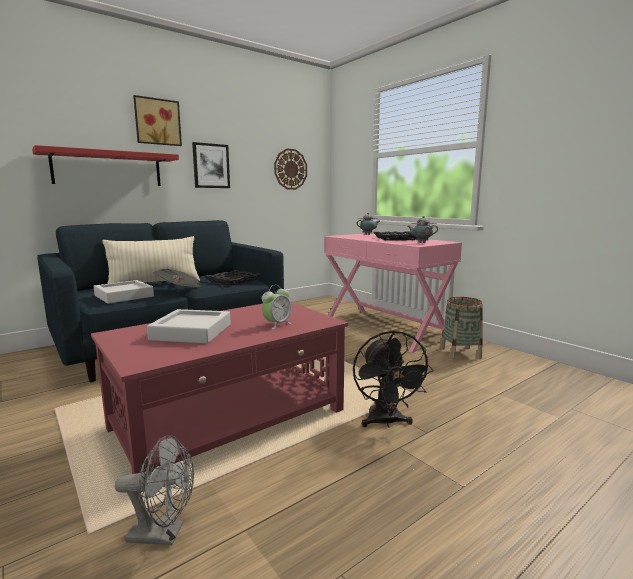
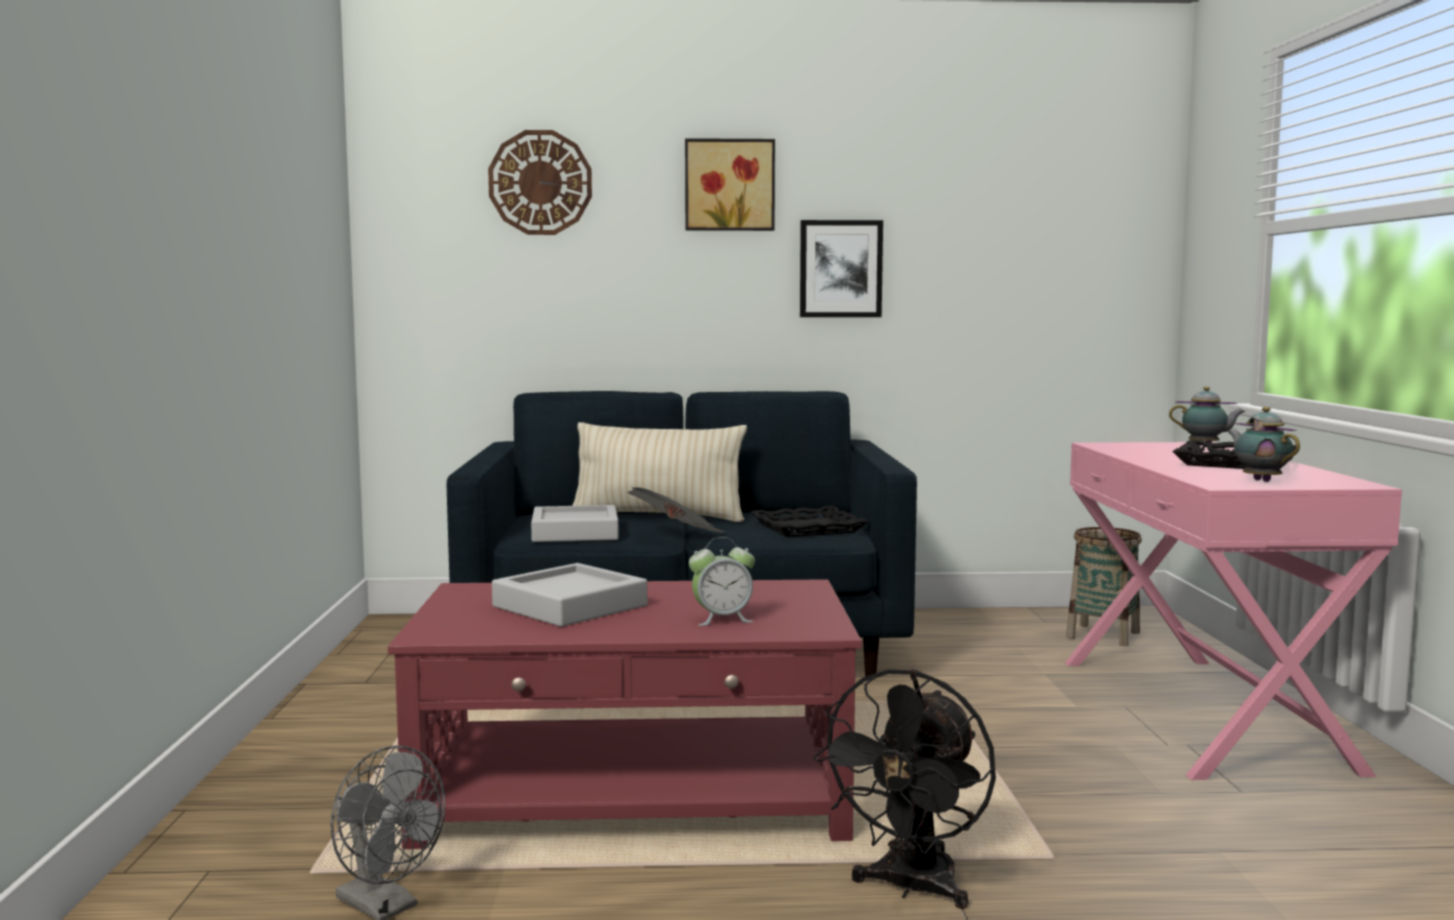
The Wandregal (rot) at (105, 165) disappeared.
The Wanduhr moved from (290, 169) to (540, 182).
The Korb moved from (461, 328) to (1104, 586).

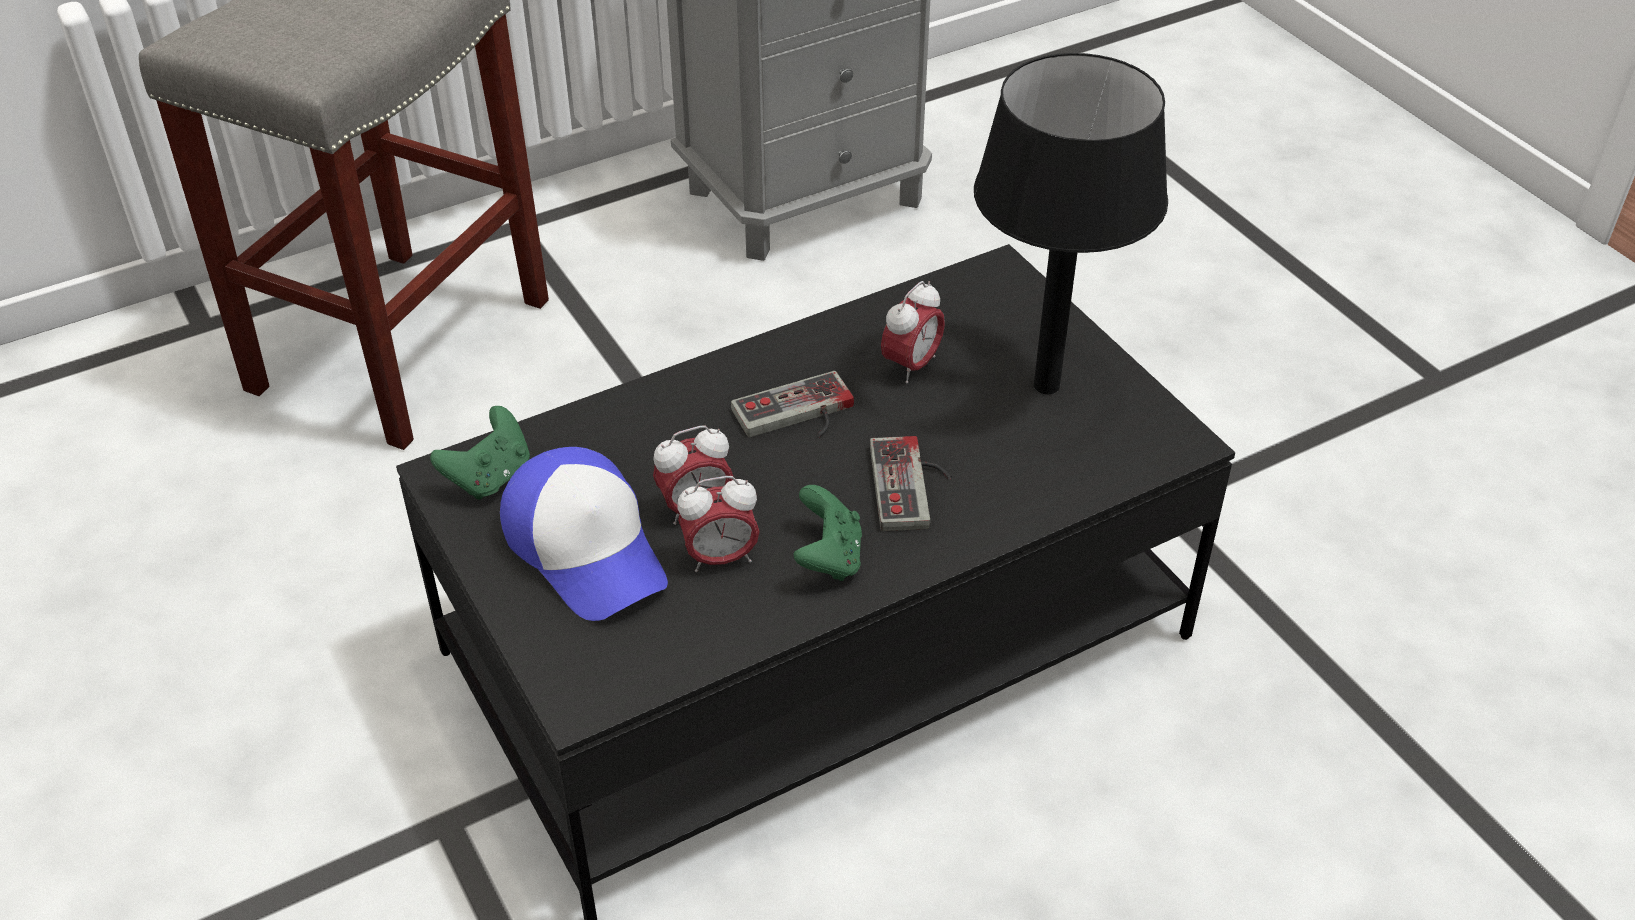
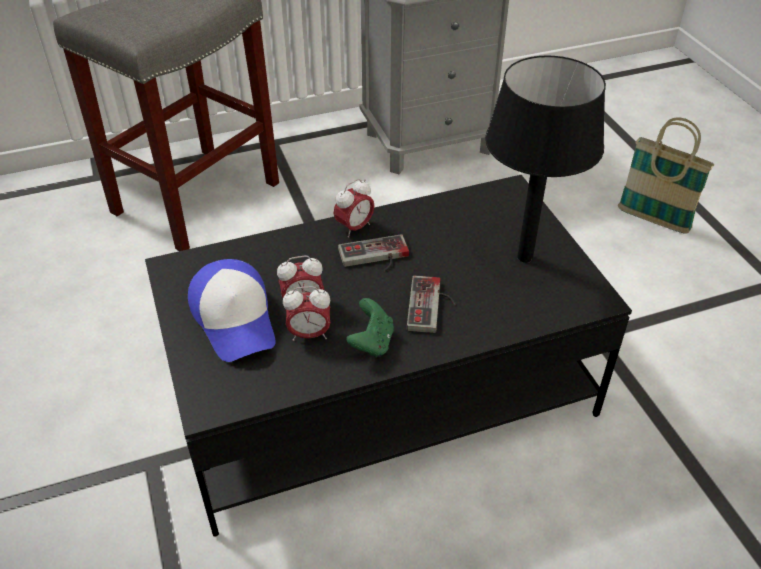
The Wecker moved from (913, 332) to (354, 208).
The Gamepad (grün) at (480, 453) disappeared.
The Korb at (666, 176) appeared.

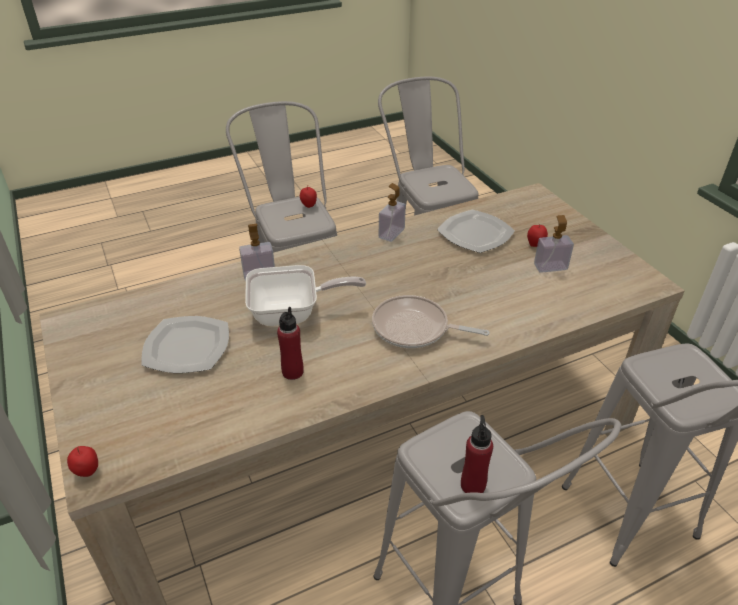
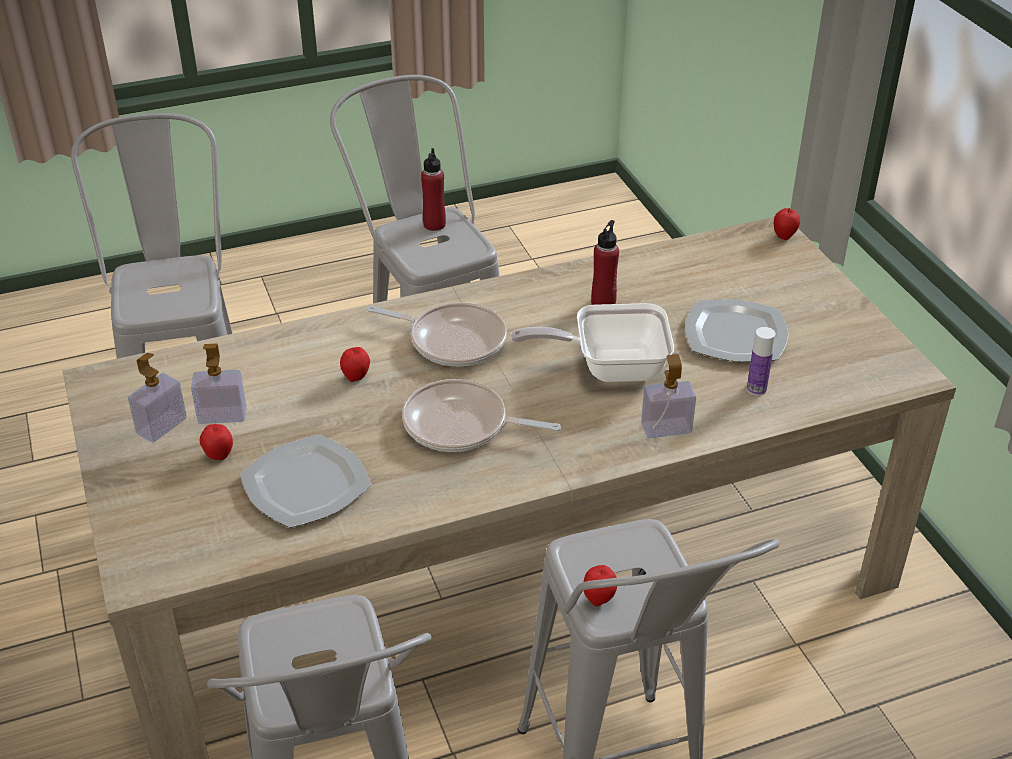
The Seifenspender moved from (392, 212) to (157, 397).
The Flasche at (761, 361) appeared.
The Apfel at (355, 364) appeared.
The Pfanne at (481, 415) appeared.

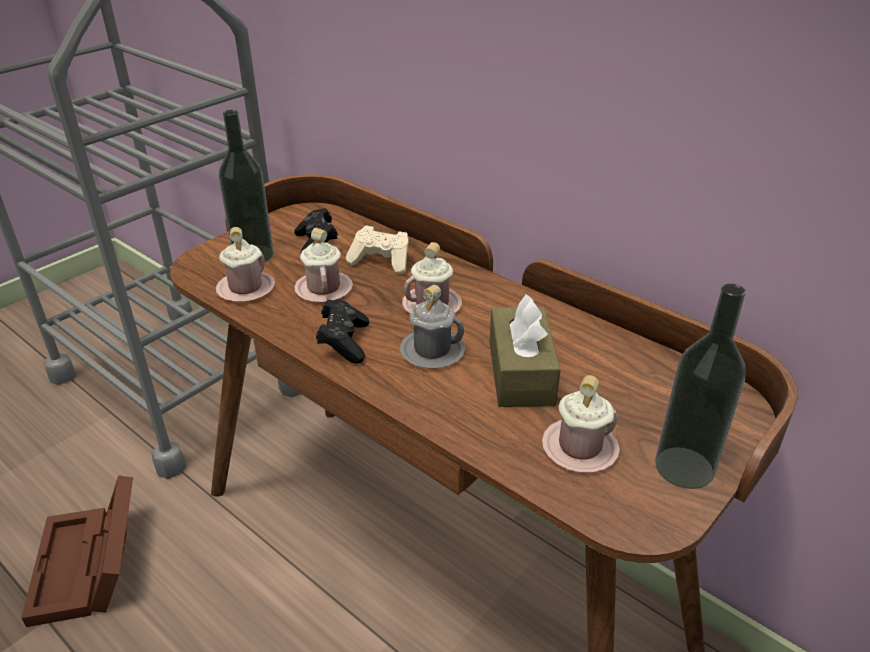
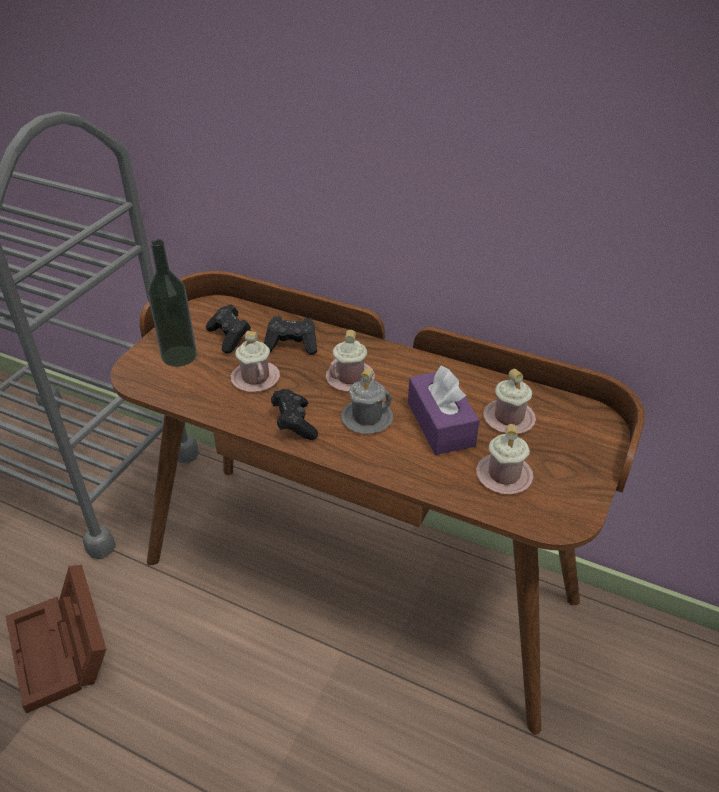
The Gamepad (beige) at (377, 249) became the Gamepad (schwarz) at (290, 335).
The Henkelbecher (rosa) moved from (245, 264) to (509, 401).
The Flasche at (700, 386) disappeared.
The Taschentuchbox (braun) at (525, 351) became the Taschentuchbox (lila) at (444, 410).

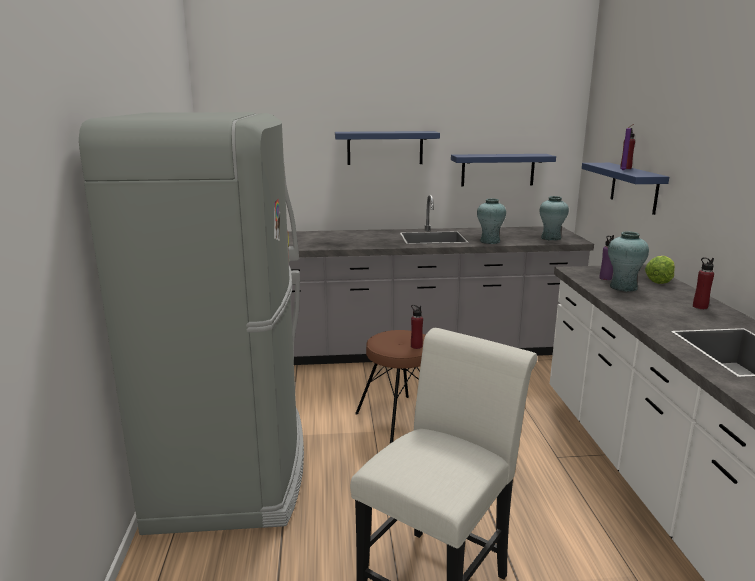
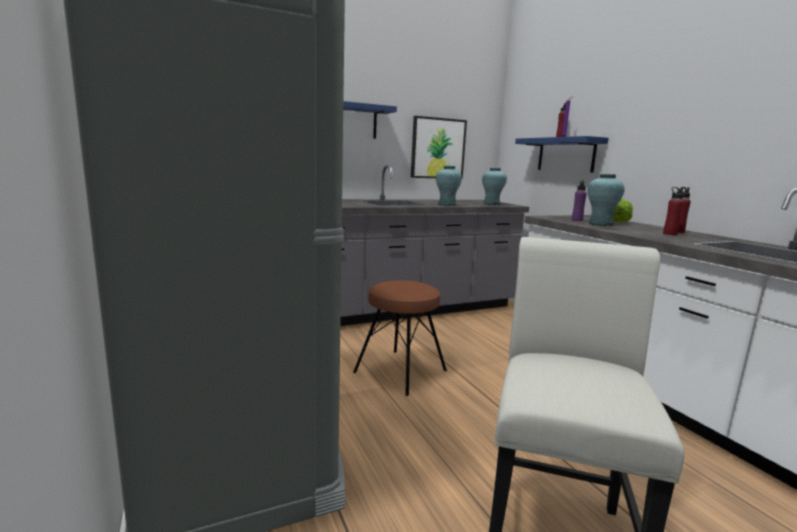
The Wandregal (blau) at (503, 170) was replaced by the Bild at (439, 147).
The Flasche (rot) moved from (417, 327) to (673, 211).

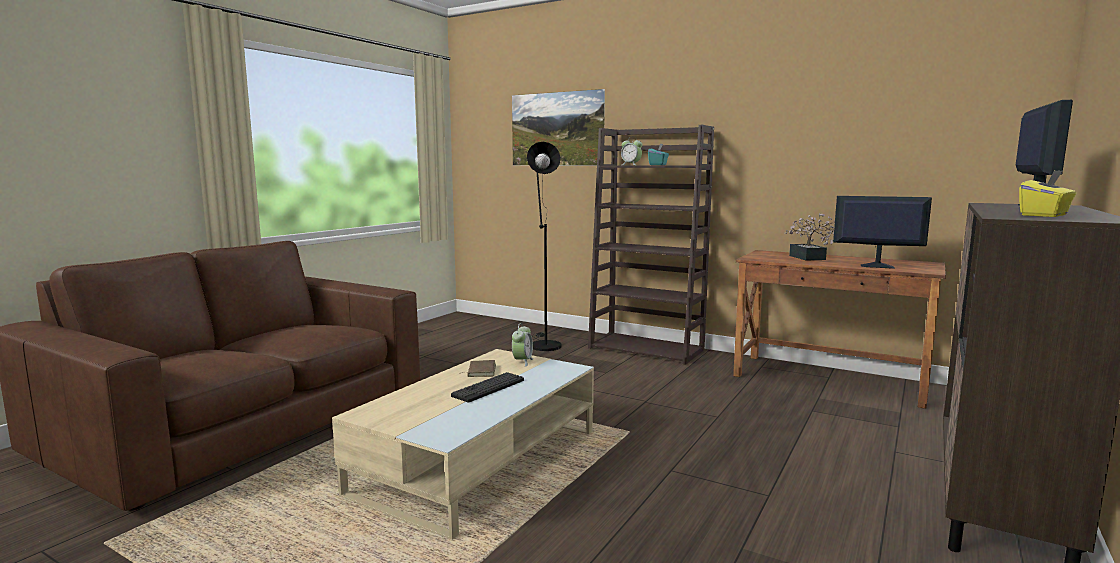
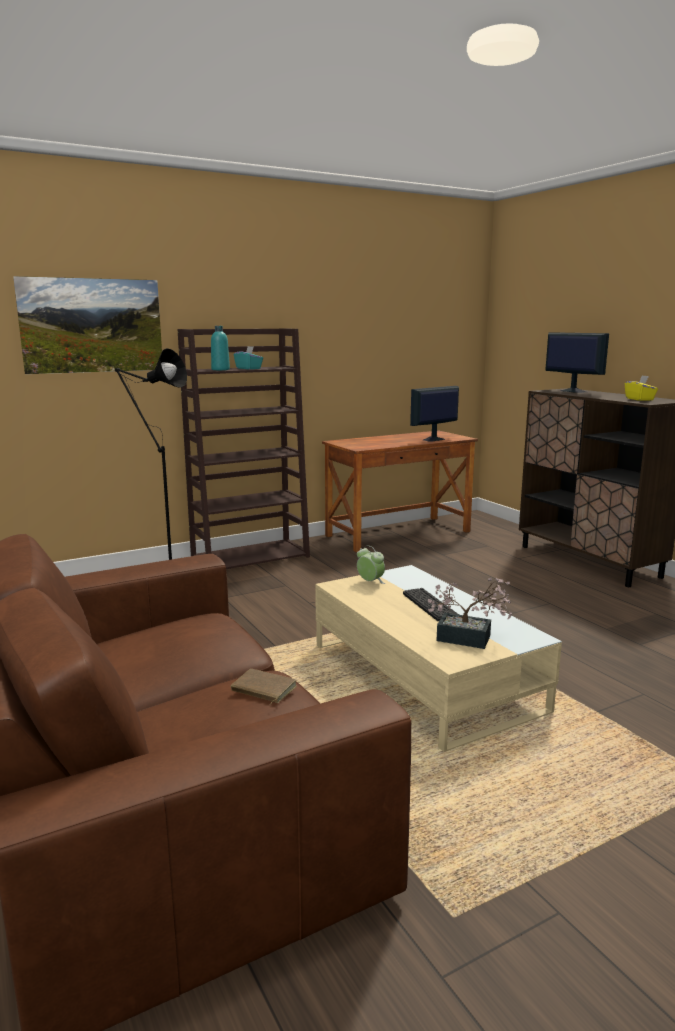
The Wecker at (632, 151) was replaced by the Flasche (türkis) at (220, 348).
The Topfpflanze moved from (809, 236) to (470, 613).
The Buch (braun) moved from (478, 368) to (264, 687).

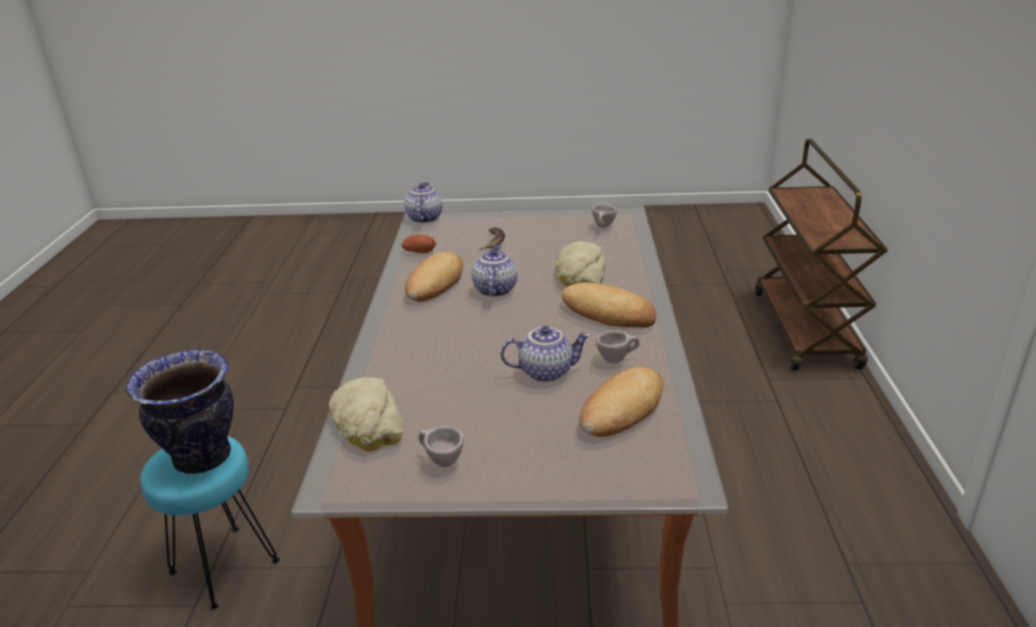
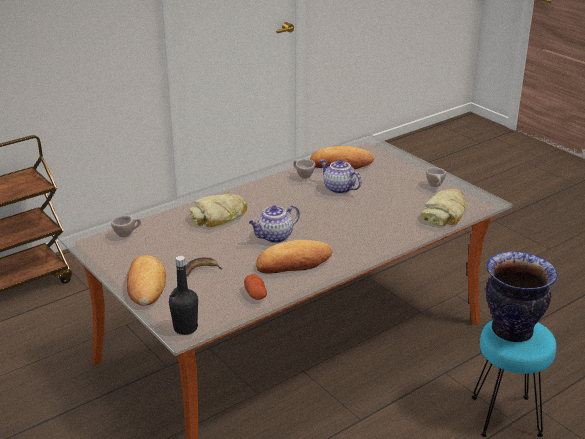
The Teekanne at (423, 202) was replaced by the Flasche (schwarz) at (183, 295).
The Brot moved from (609, 304) to (146, 280).

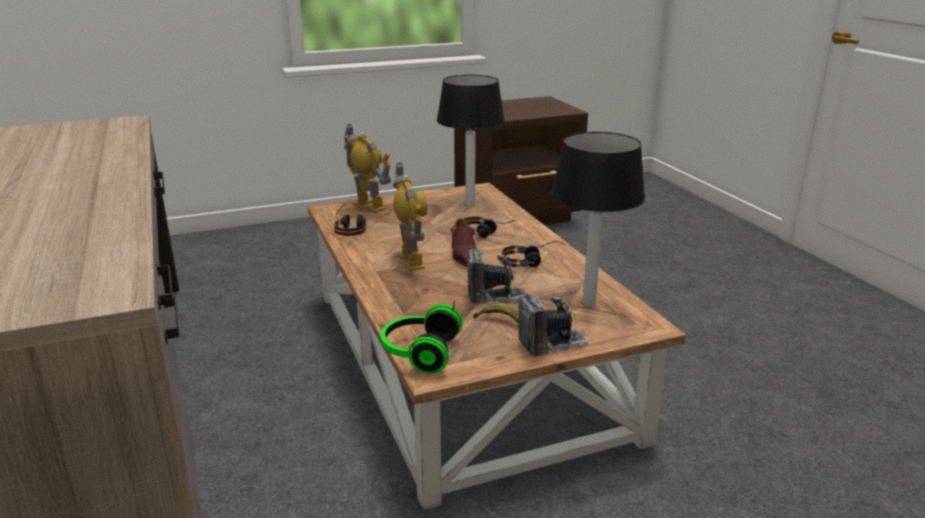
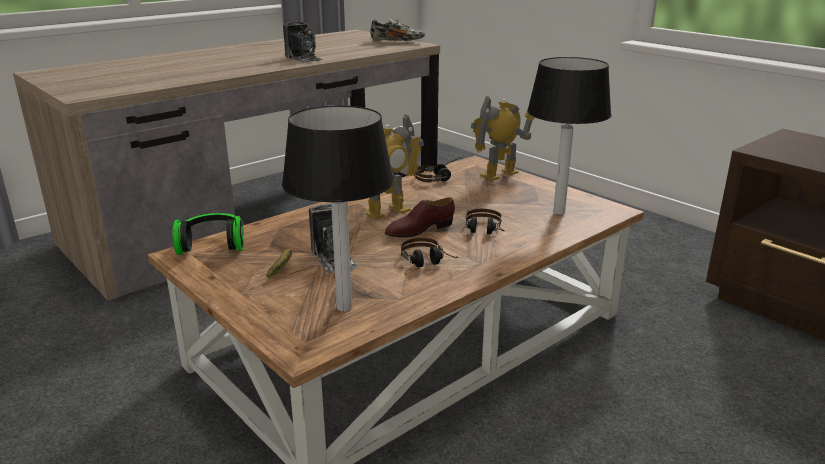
The Spielzeugroboter at (367, 168) turned 150 degrees counterclockwise.
The Kamera moved from (554, 325) to (302, 42).
The Schuh at (397, 30) appeared.

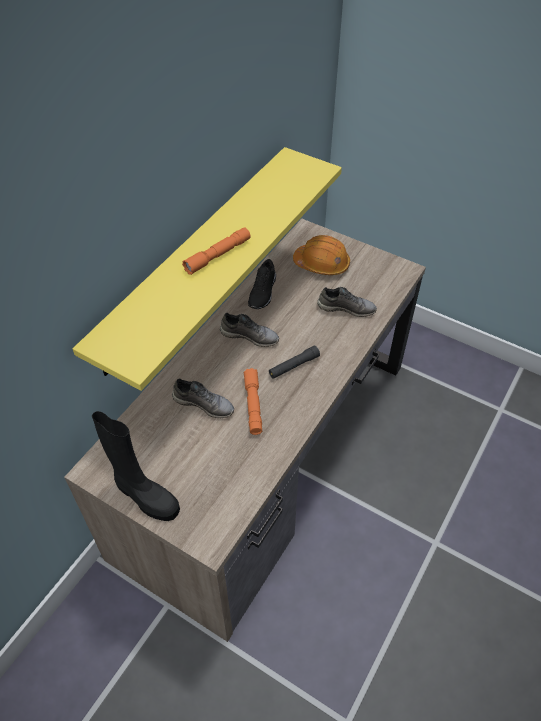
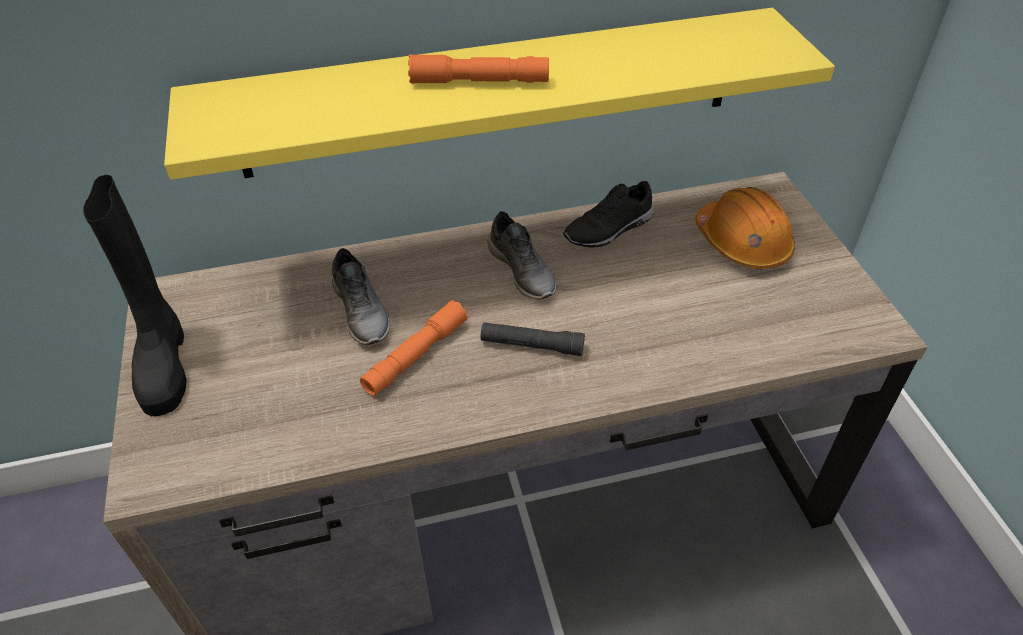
The Schuh (grau) at (347, 302) disappeared.

